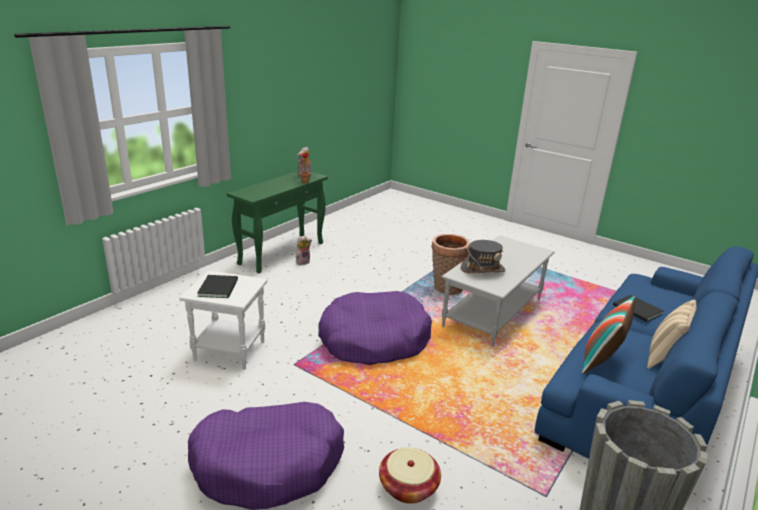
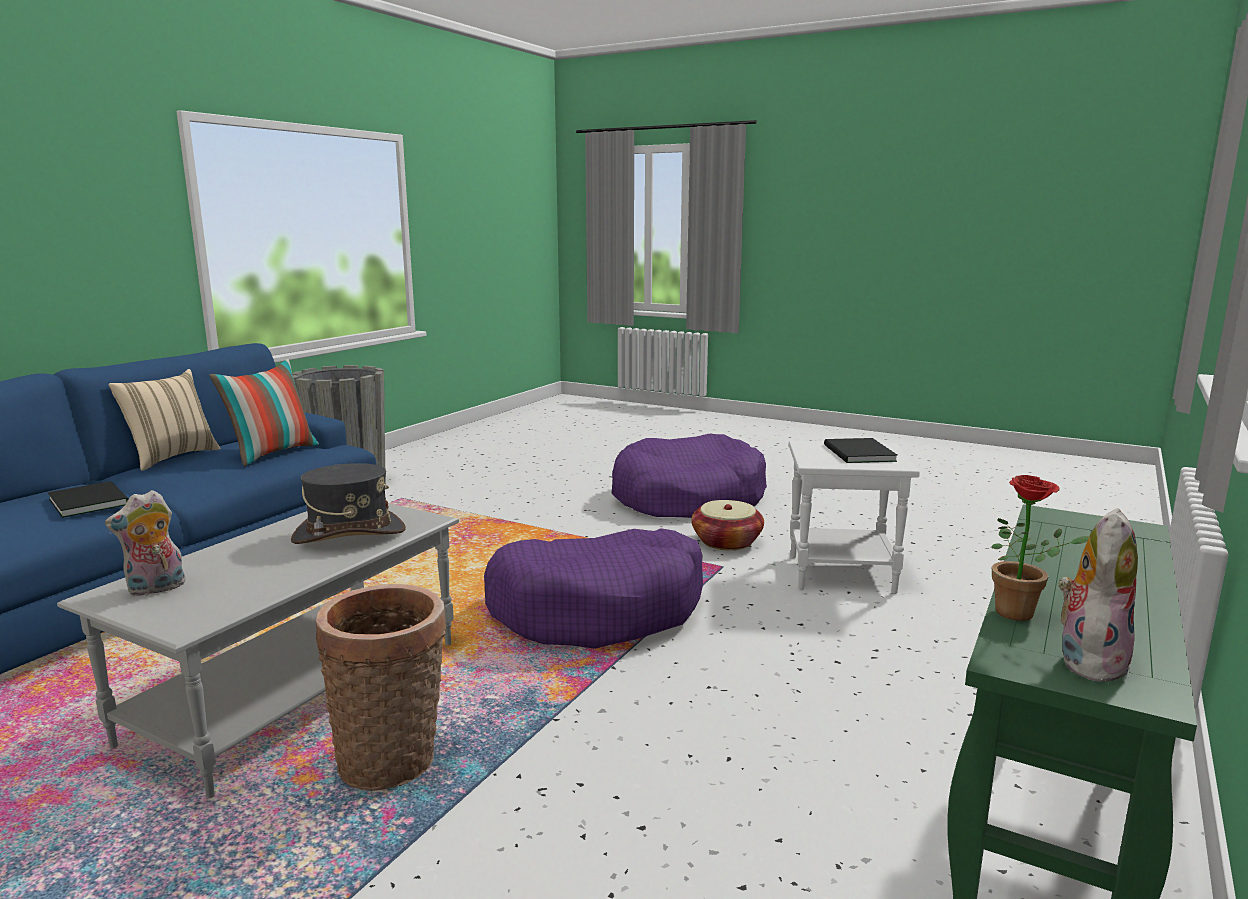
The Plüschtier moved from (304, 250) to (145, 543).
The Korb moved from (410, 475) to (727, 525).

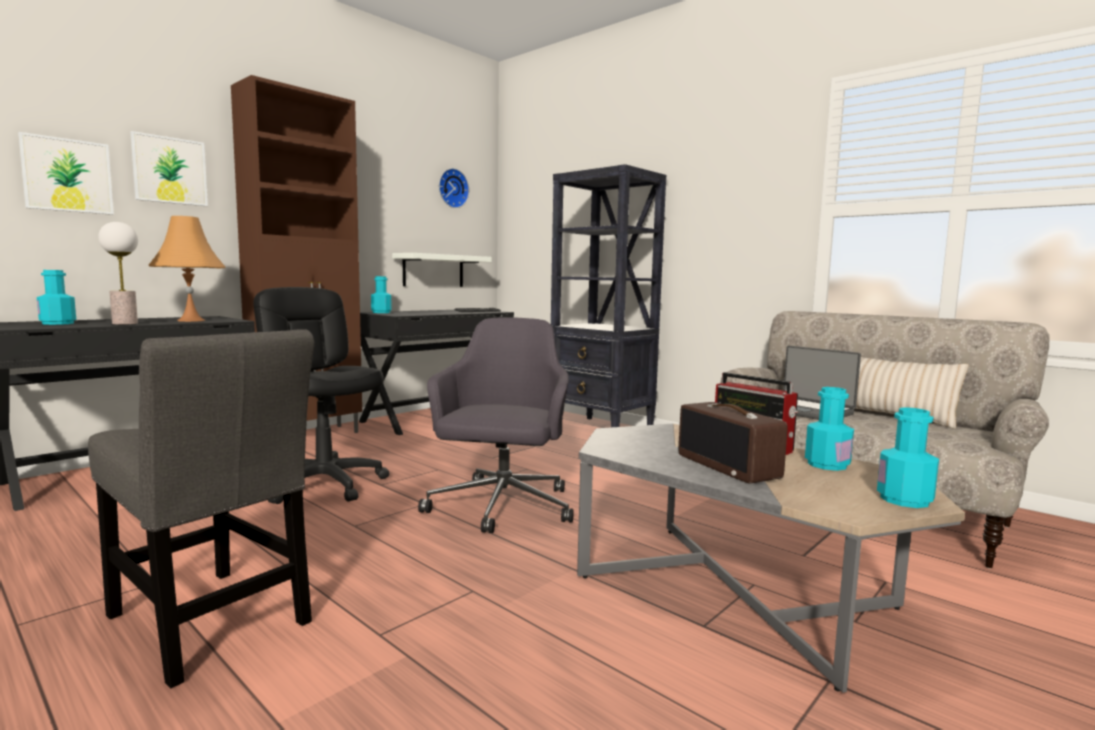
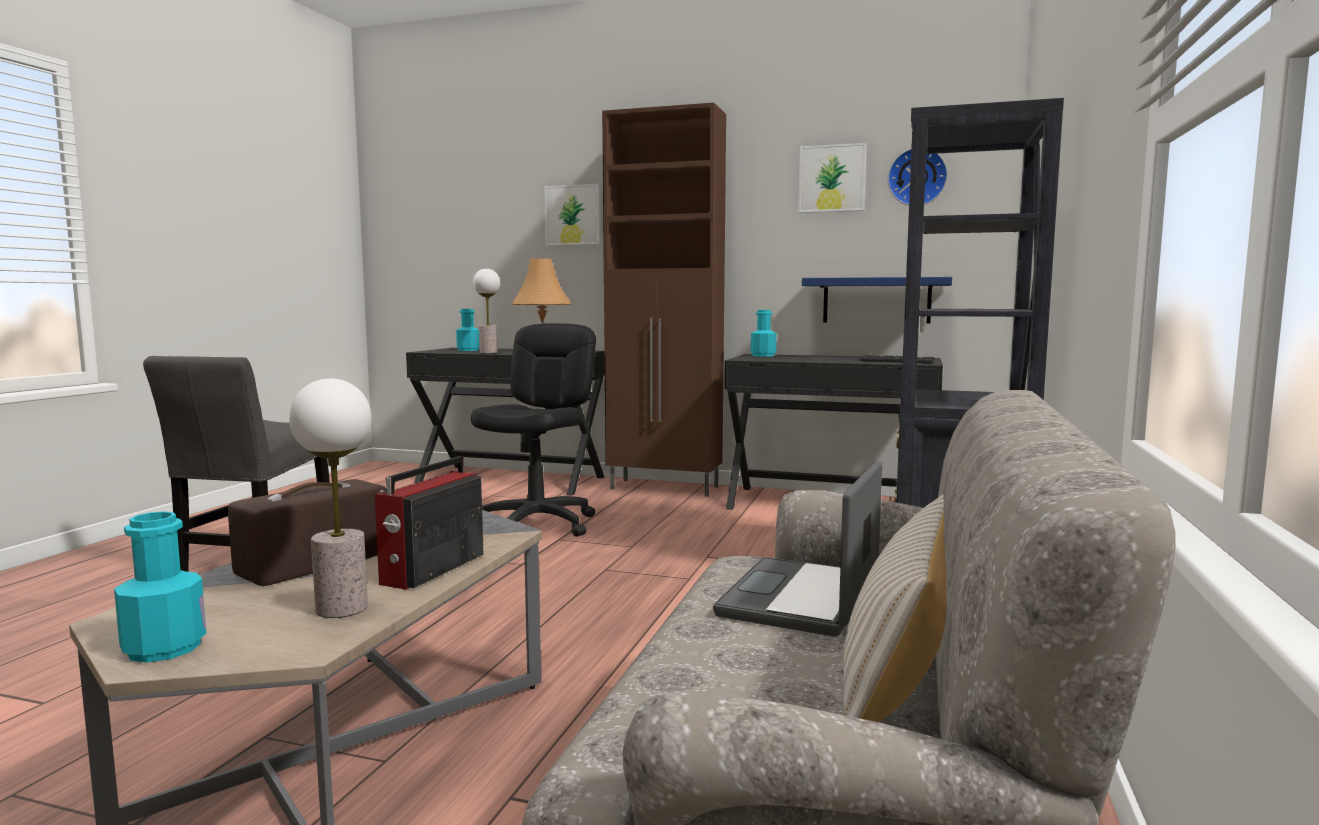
The Bild moved from (66, 173) to (832, 178).
The Wandregal (weiß) at (442, 270) became the Wandregal (blau) at (877, 300).
The Bürostuhl (grau) at (496, 425) disappeared.
The Flasche (türkis) at (829, 429) was replaced by the Tischlampe at (330, 498).

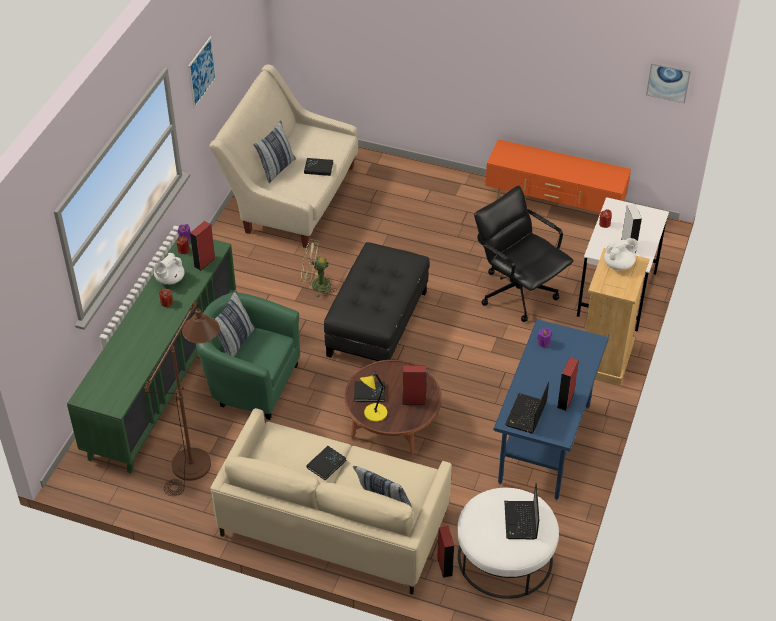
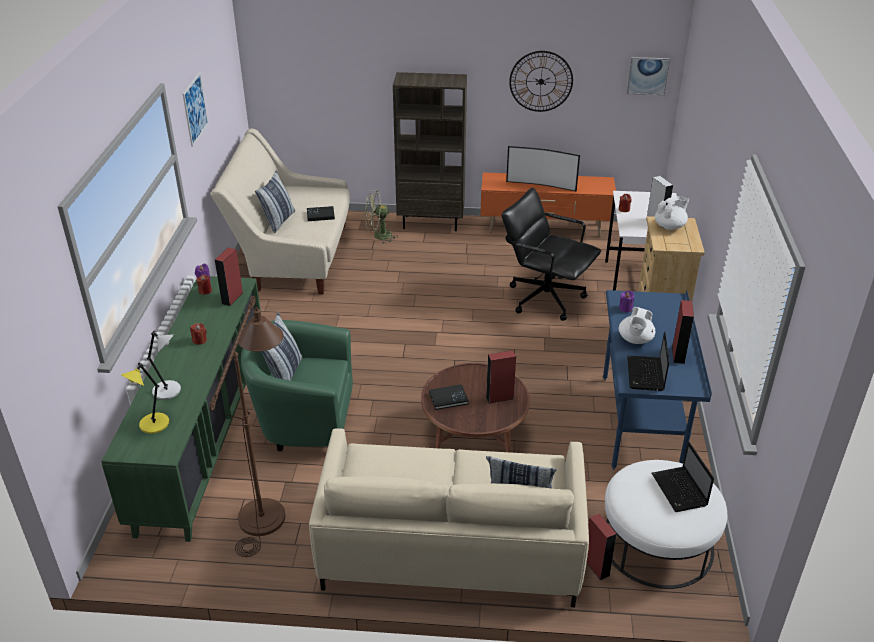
The Ventilator (grün) moved from (319, 268) to (380, 216).
The Polsterhocker (schwarz) at (377, 301) disappeared.
The Teekanne (weiß) moved from (169, 268) to (637, 325).
The Tischlampe (gelb) moved from (373, 396) to (145, 398).
The Buch (schwarz) at (326, 463) disappeared.
The Wanduhr at (541, 81) appeared.
The Bücherregal (braun) at (430, 151) appeared.
The Fernseher at (543, 168) appeared.
The Tischlampe (grau) at (164, 365) appeared.

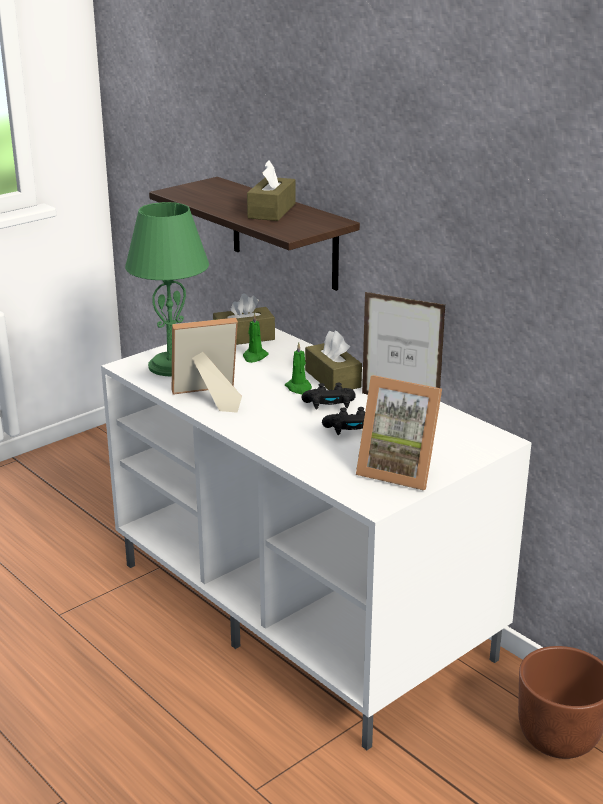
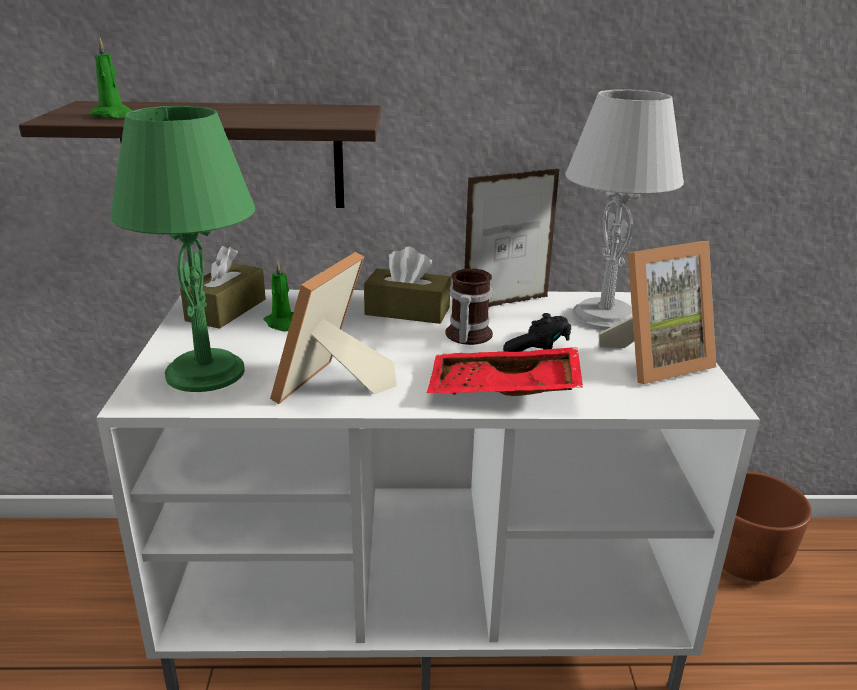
The Taschentuchbox (braun) at (271, 190) disappeared.
The Kerze (grün) moved from (298, 368) to (111, 77).
The Gamepad (schwarz) at (329, 396) was replaced by the Henkelbecher at (469, 307).
The Tischlampe (grau) at (625, 209) appeared.
The Tablett (rot) at (505, 371) appeared.

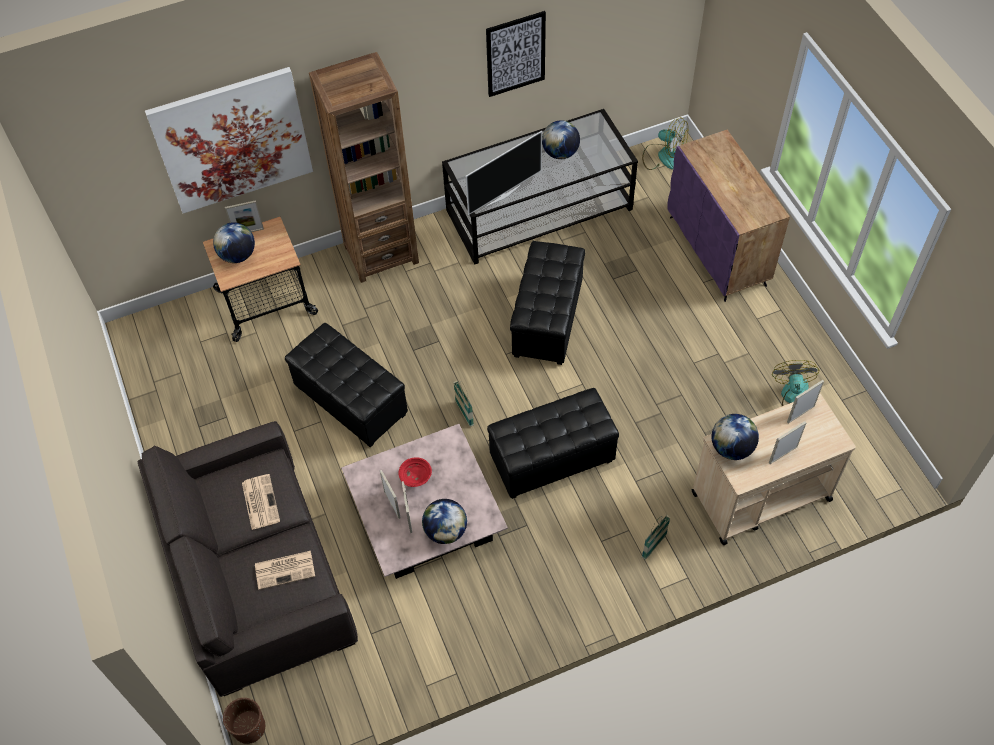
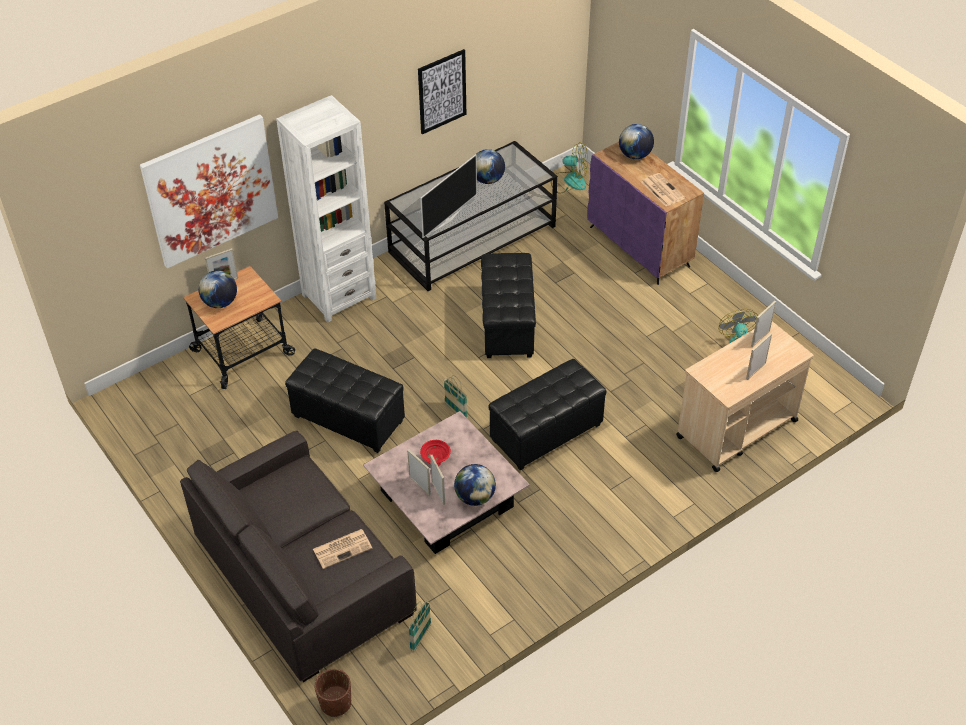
The Bücherregal (braun) at (364, 167) became the Bücherregal (weiß) at (326, 209).
The Globus moved from (735, 437) to (636, 141).
The Zeitung moved from (261, 502) to (663, 189).
The Korb moved from (656, 537) to (419, 626).

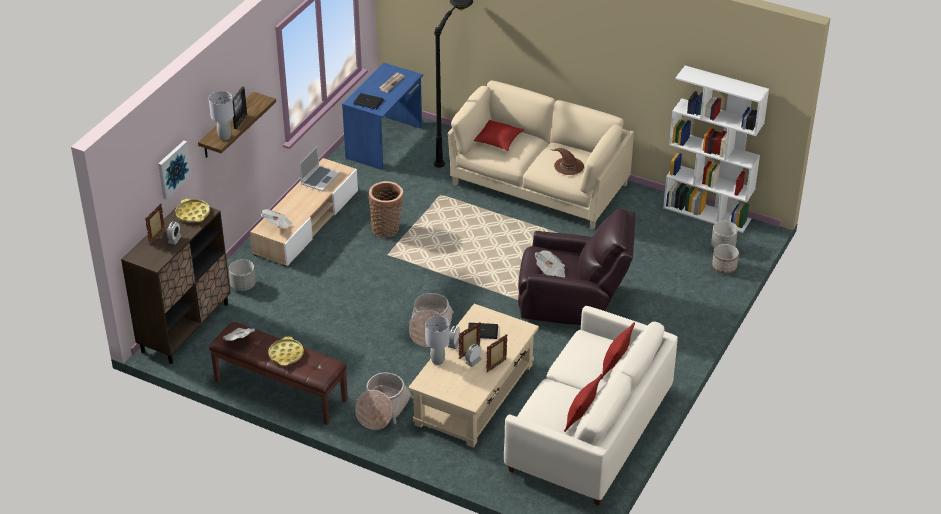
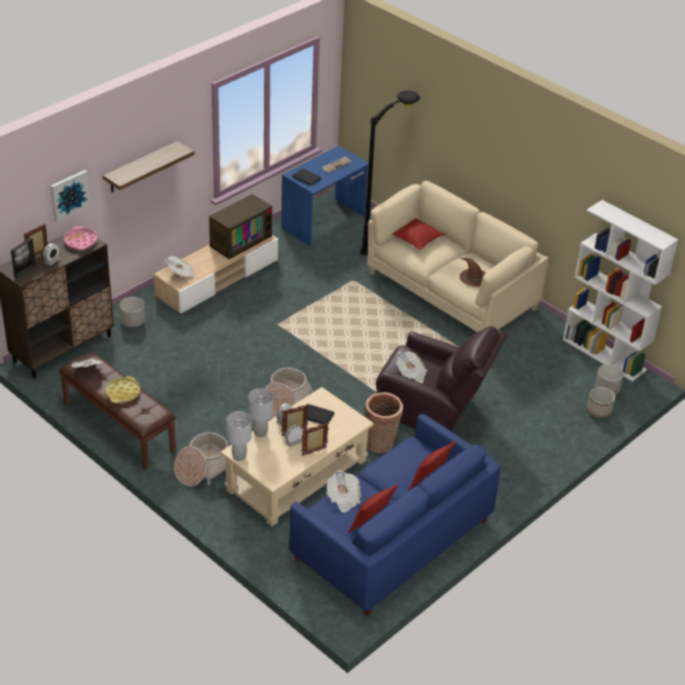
The Bilderrahmen moved from (239, 108) to (23, 258).
The Tischlampe (grau) moved from (221, 115) to (239, 436).
The Laptop at (320, 168) was replaced by the Fernseher at (240, 226).
The Korb moved from (386, 209) to (383, 422).
The Tablett (gelb) at (192, 210) became the Tablett (rosa) at (80, 238).
The Sofa (weiß) at (591, 406) became the Sofa (blau) at (395, 515).
The Zeitung at (344, 491) appeared.

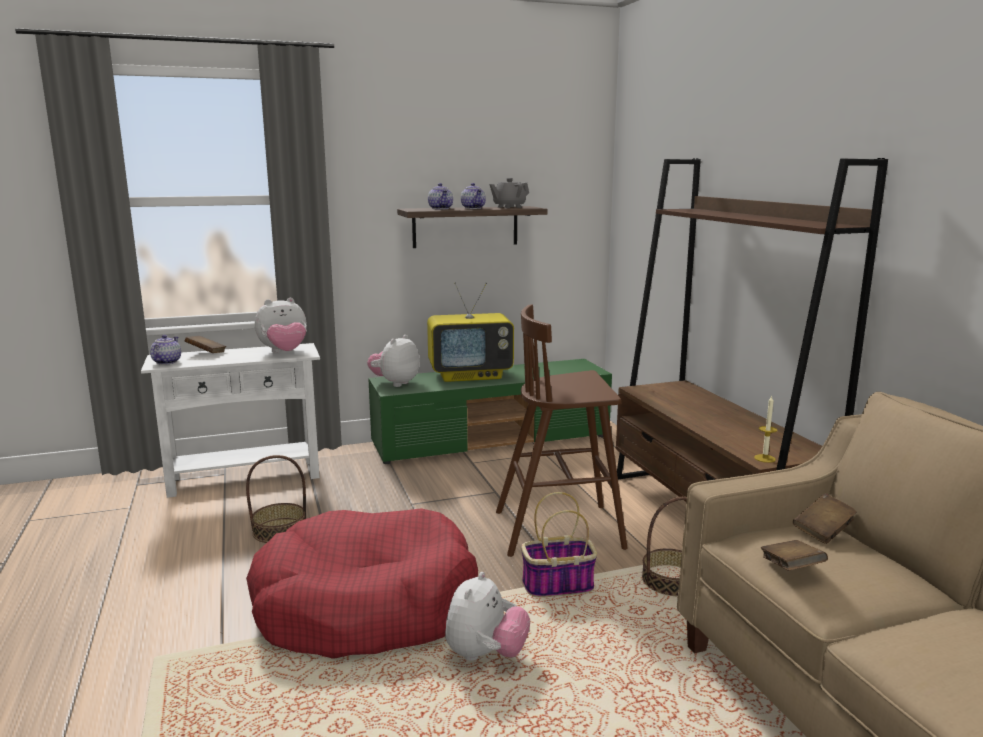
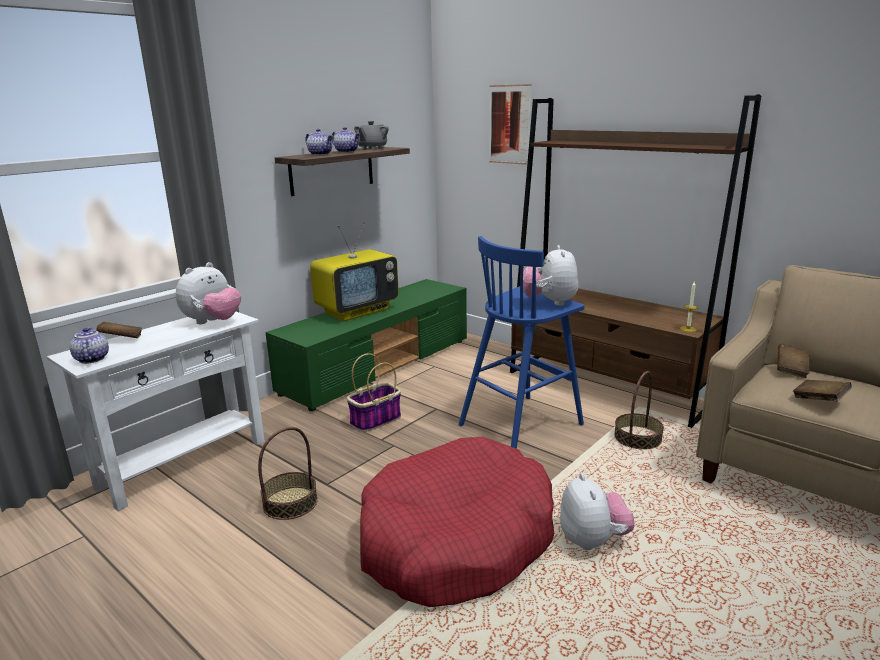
The Hocker (braun) at (562, 431) became the Hocker (blau) at (521, 342).
The Plüschtier moved from (393, 361) to (550, 275).
The Korb moved from (559, 544) to (374, 392).
The Bild at (510, 124) appeared.

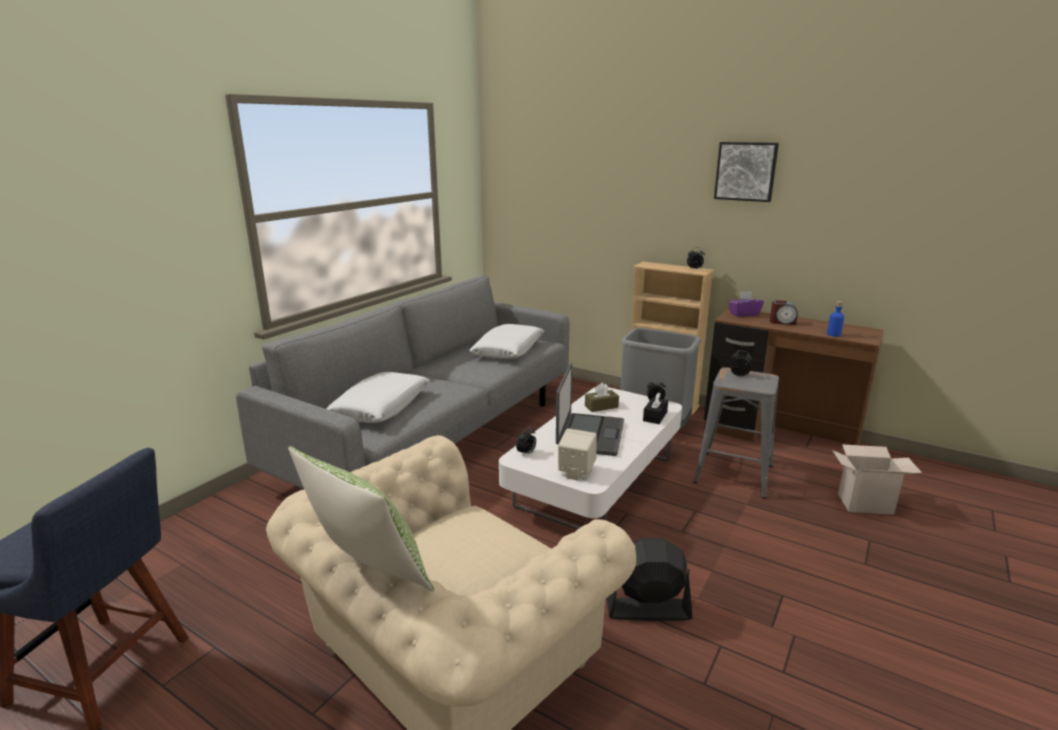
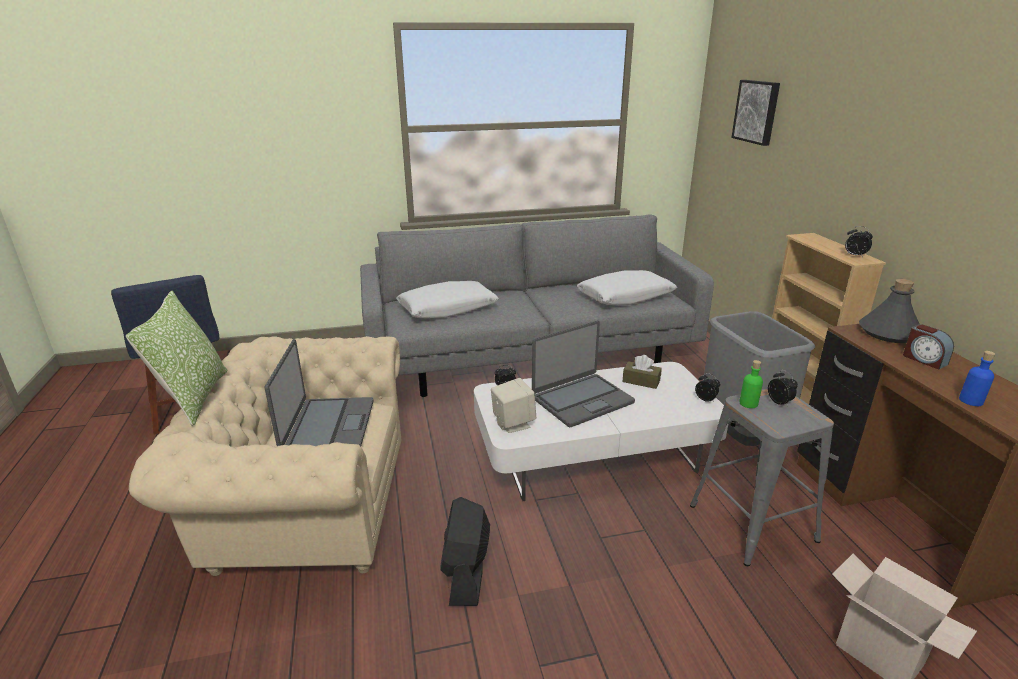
The Bild moved from (746, 172) to (755, 113).
The Taschentuchbox (lila) at (746, 304) was replaced by the Flasche (grau) at (889, 311).
The Taschentuchbox (schwarz) at (655, 408) disappeared.
The Ventilator (schwarz) at (649, 579) turned 135 degrees counterclockwise.
The Laptop at (319, 392) appeared.
The Flasche (grün) at (751, 384) appeared.

